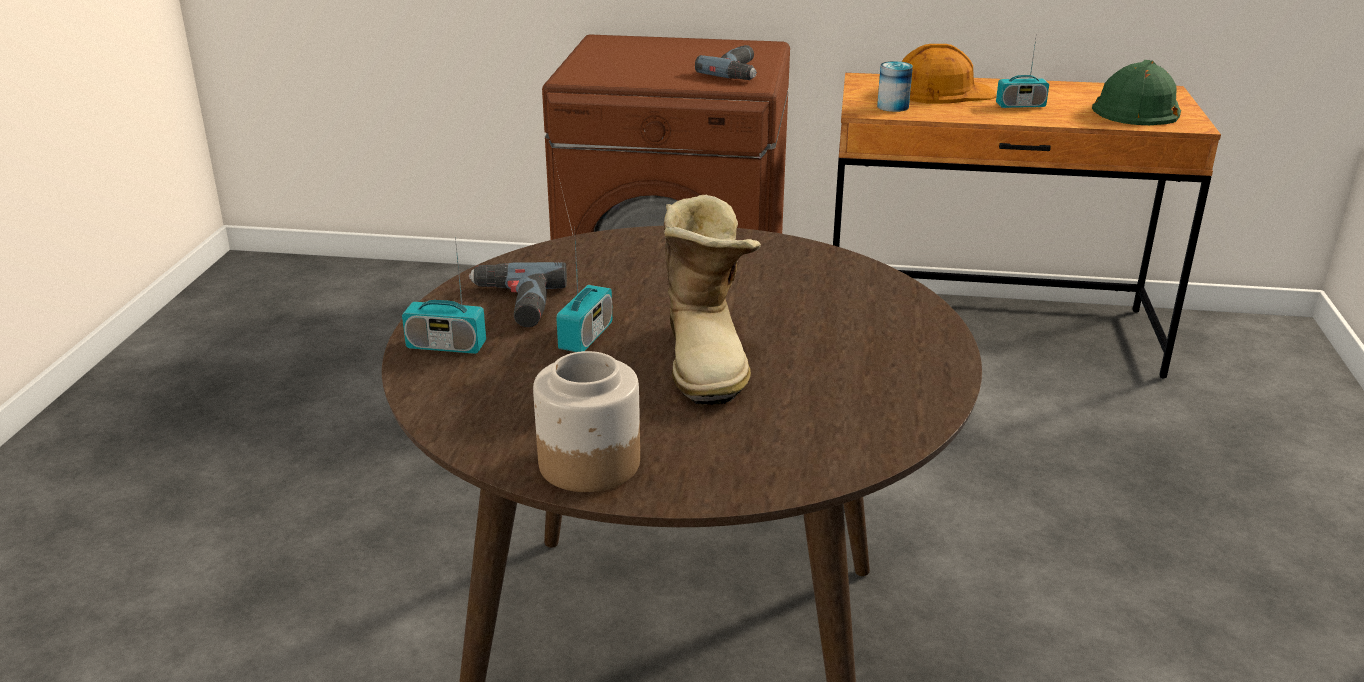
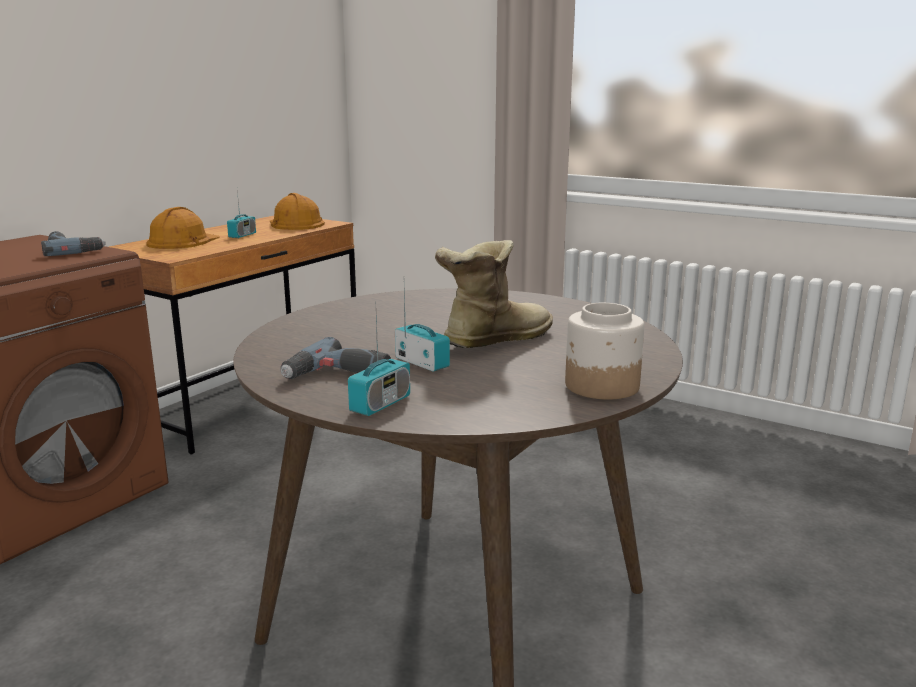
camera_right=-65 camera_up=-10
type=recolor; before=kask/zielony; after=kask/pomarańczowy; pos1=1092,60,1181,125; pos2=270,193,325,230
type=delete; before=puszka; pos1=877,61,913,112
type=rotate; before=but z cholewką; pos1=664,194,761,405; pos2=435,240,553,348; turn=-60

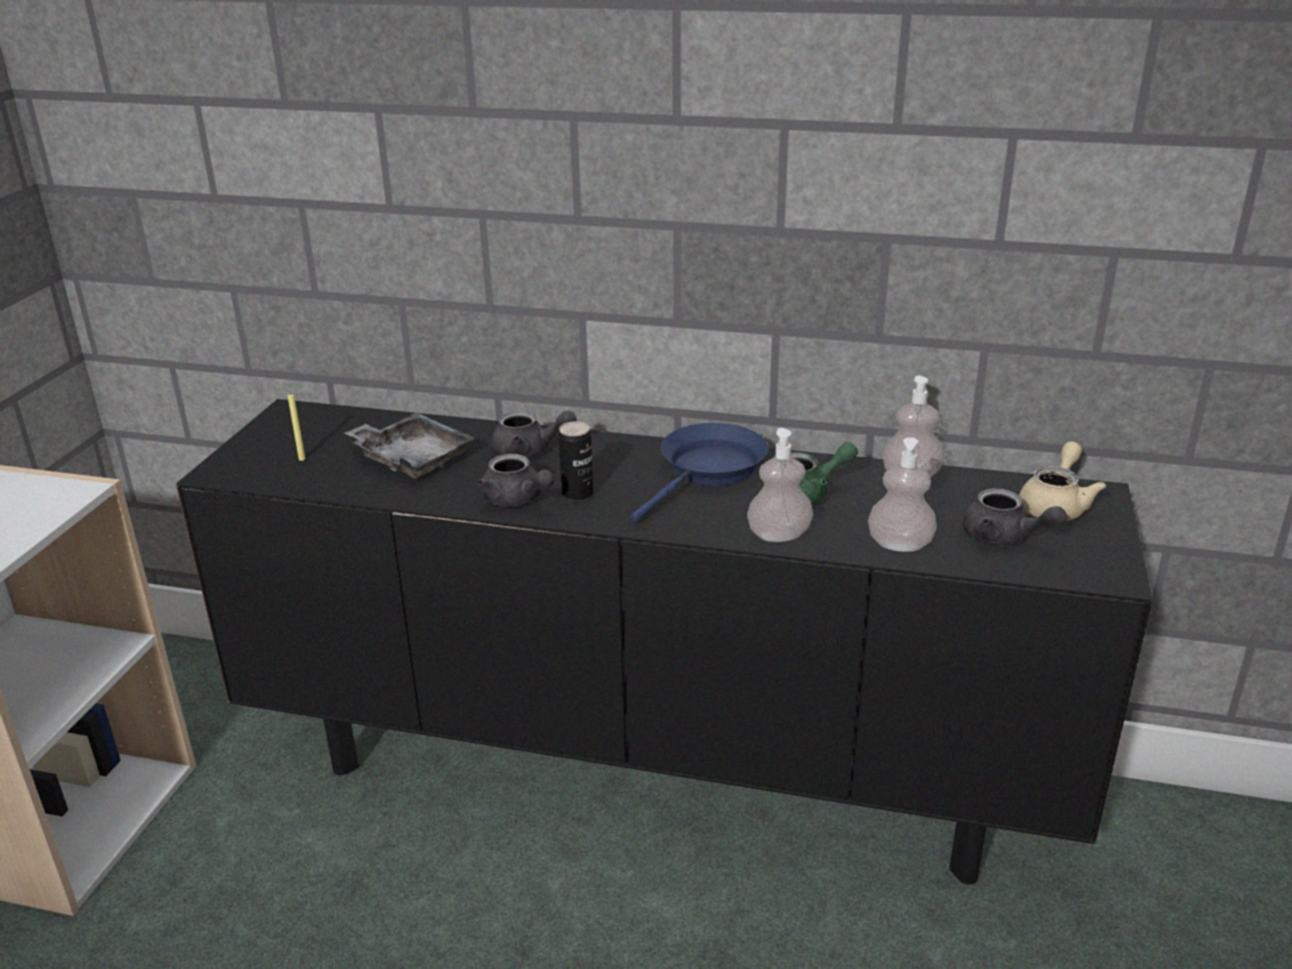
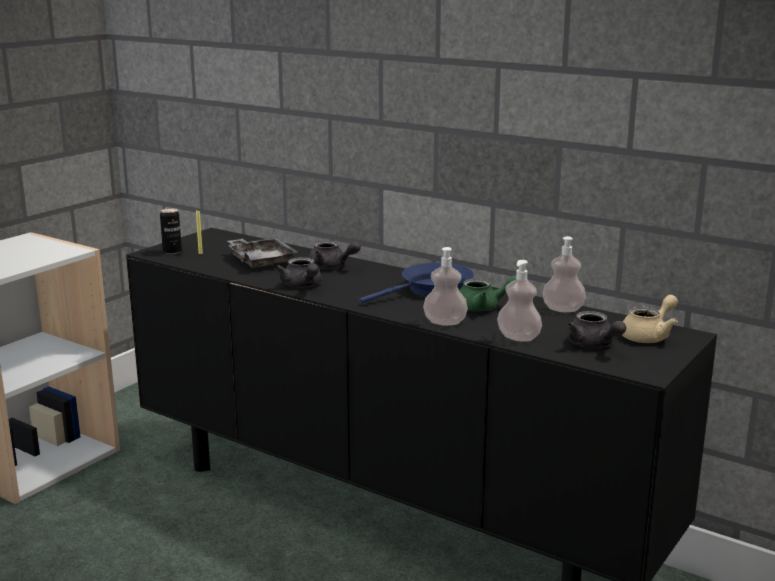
camera_right=20 camera_up=-10
type=move; before=puszka; pos1=558,421,594,501; pos2=160,208,182,254

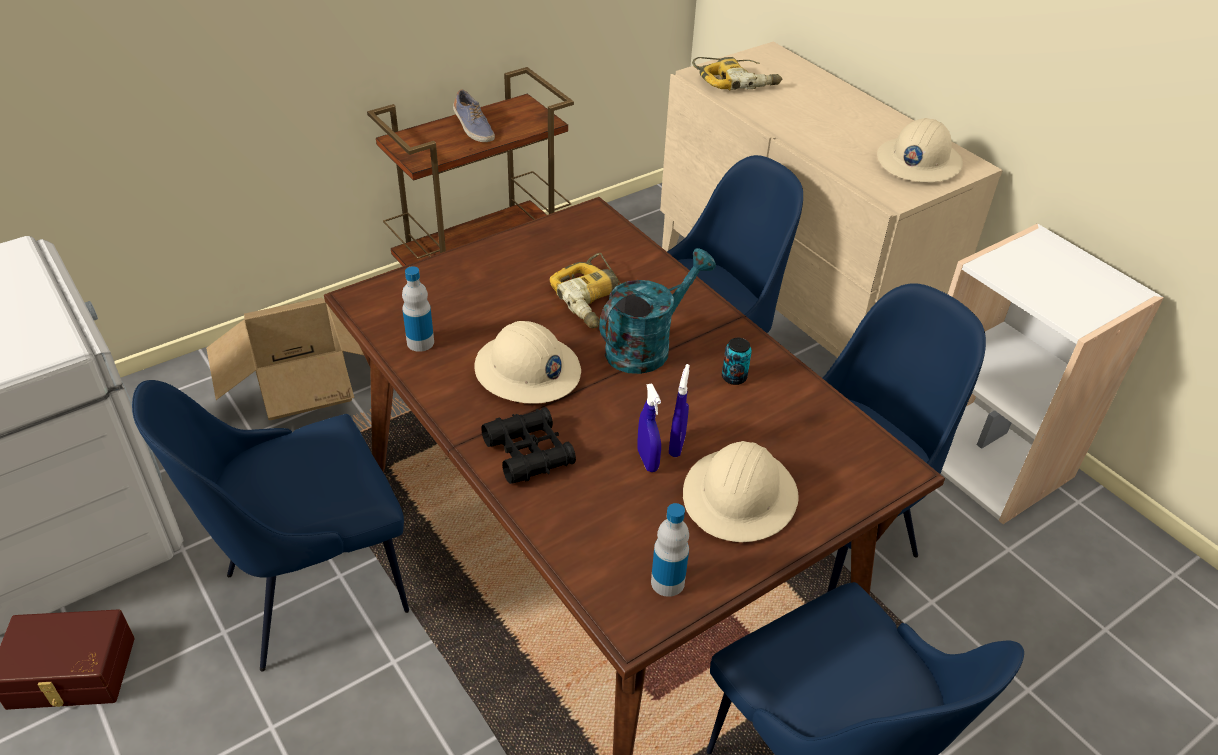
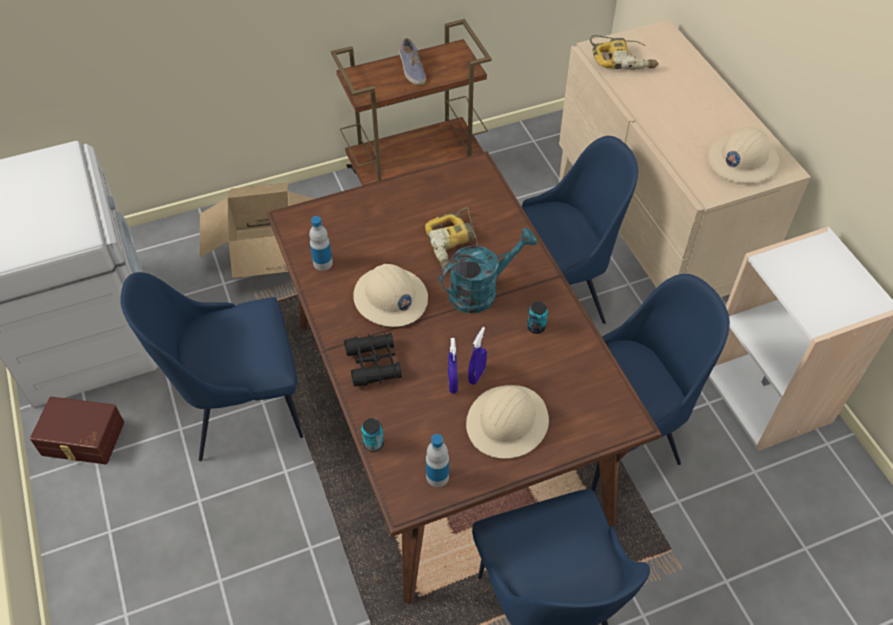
camera_right=15 camera_up=10
type=insert; after=puszka; pos2=361,418,384,452

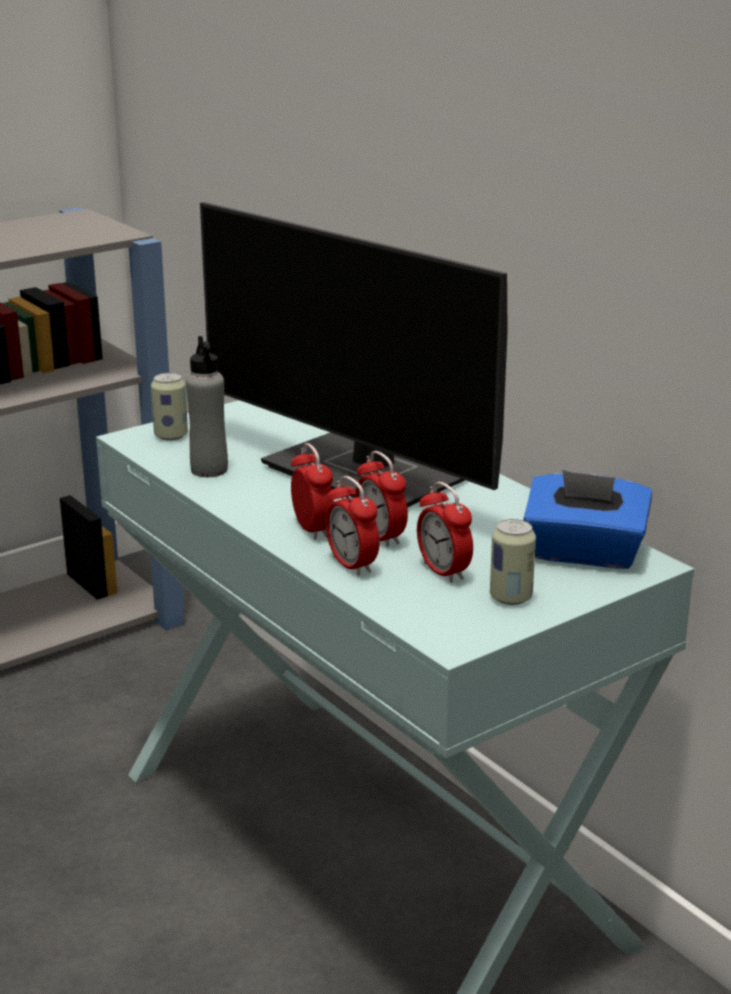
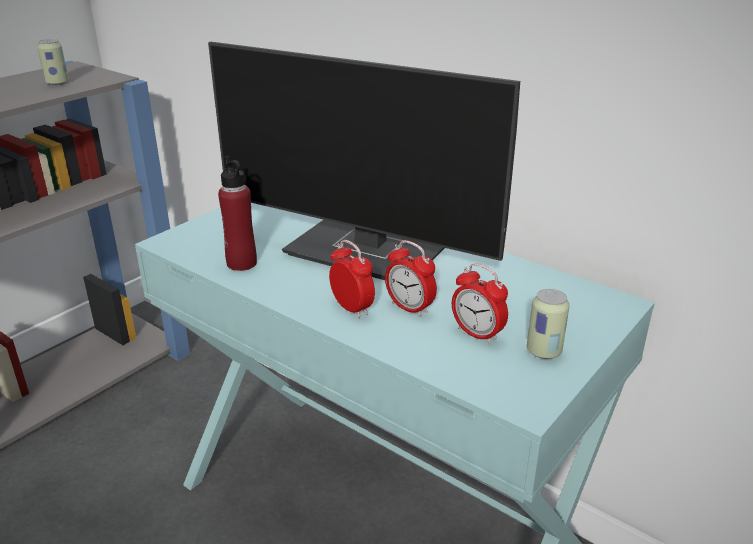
camera_right=-15 camera_up=5
type=recolor; before=butelka/szary; after=butelka/czerwony; pos1=186,336,228,477; pos2=218,156,257,271
type=move; before=puszka; pos1=151,373,188,440; pos2=37,39,69,86
type=delete; before=pudełko chusteczek/niebieski; pos1=523,470,652,569
type=delete; before=budzik; pos1=325,476,379,576

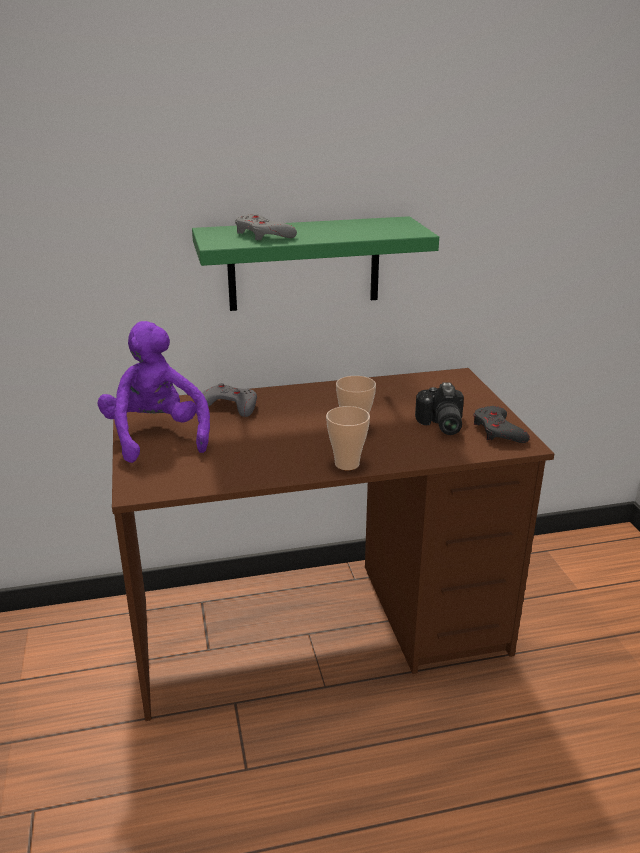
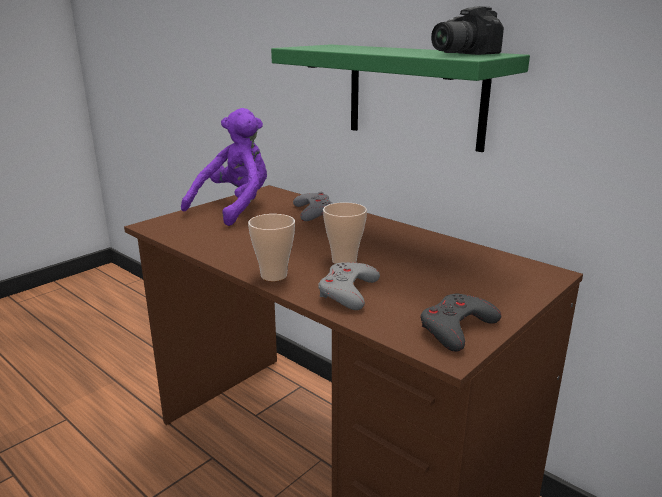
camera_right=55 camera_up=-5
type=move; before=pad do gier/szary; pos1=235,214,297,240; pos2=318,262,380,310
type=move; before=aparat fotograficzny; pos1=415,383,464,435; pos2=431,6,504,55

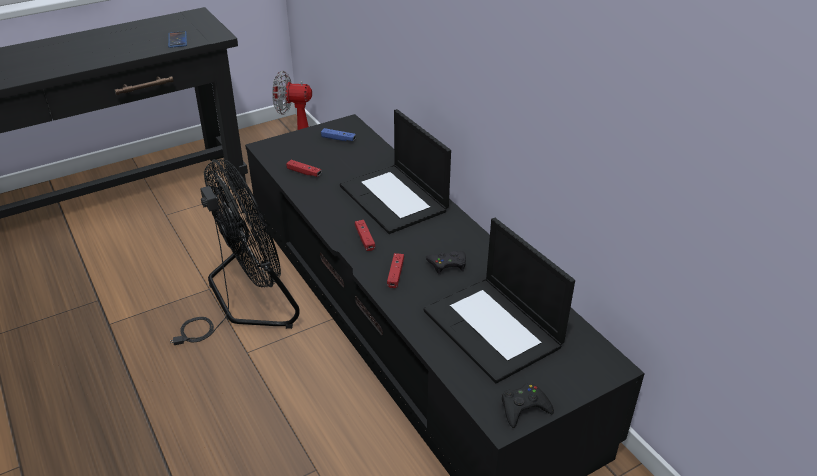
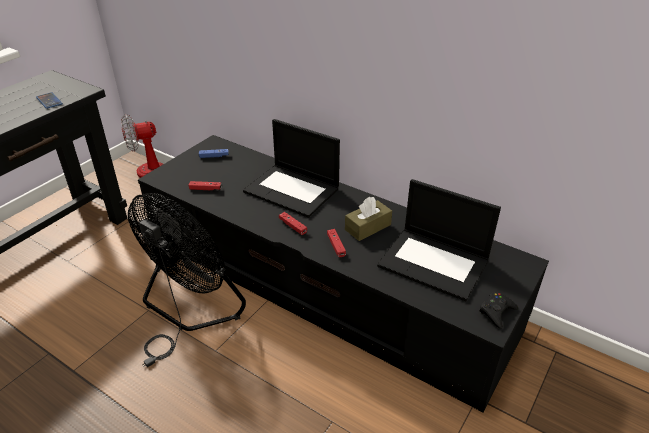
camera_right=-25 camera_up=0
type=replace; before=pad do gier/czarny; after=pudełko chusteczek/brązowy; pos1=426,251,466,274; pos2=345,197,392,241

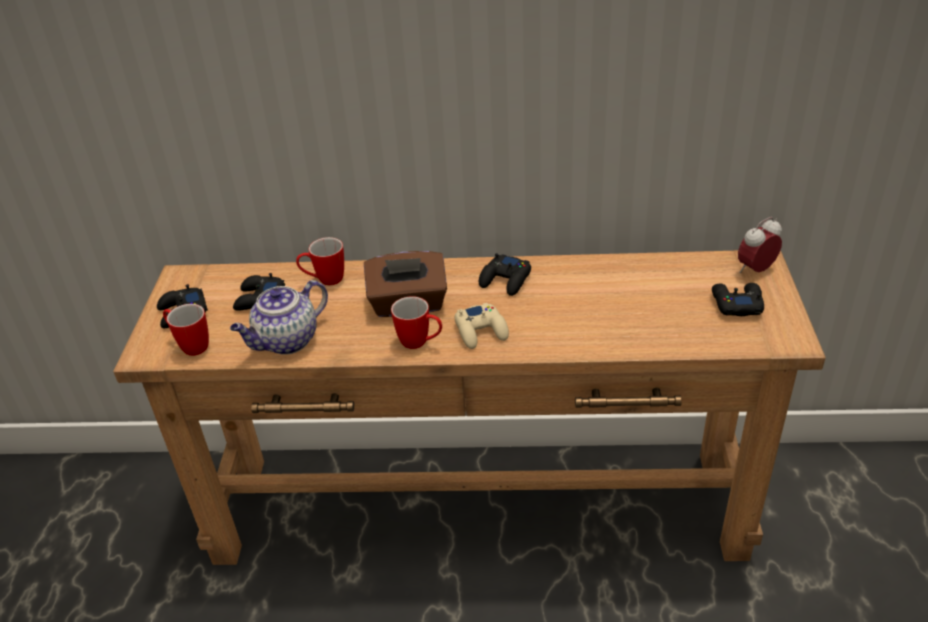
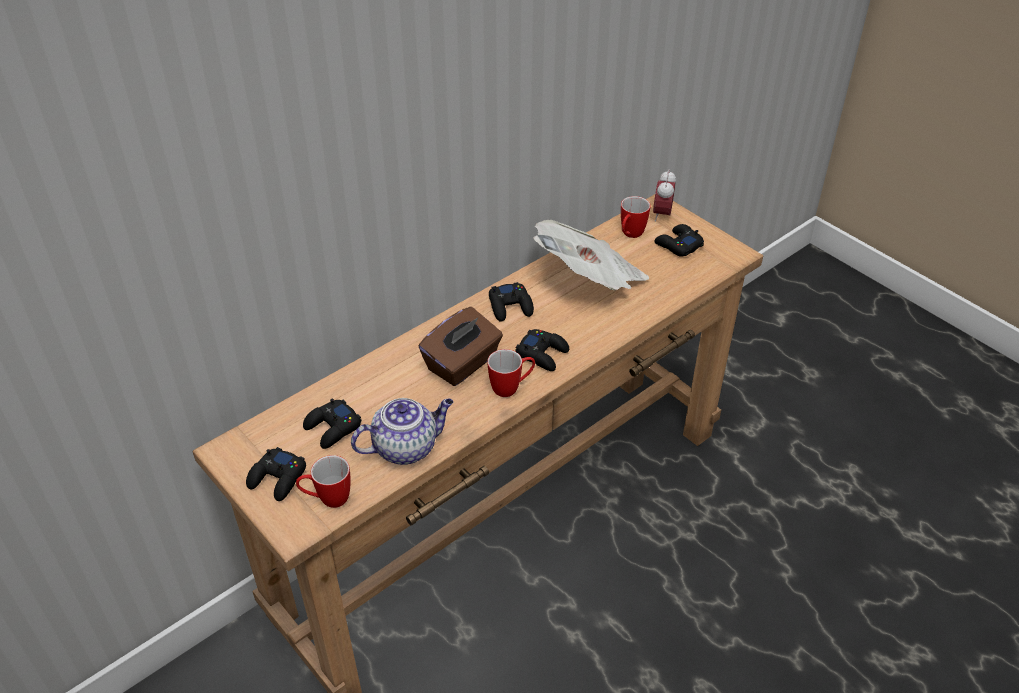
camera_right=-45 camera_up=5
type=move; before=kubek; pos1=296,237,344,285; pos2=621,196,651,238
type=rotate; before=imbryk; pos1=230,280,328,355; pos2=351,398,453,465; turn=-120
type=recolor; before=pad do gier/beżowy; after=pad do gier/czarny; pos1=455,303,509,349; pos2=515,329,569,371
type=insert; after=gazeta; pos2=533,220,649,291

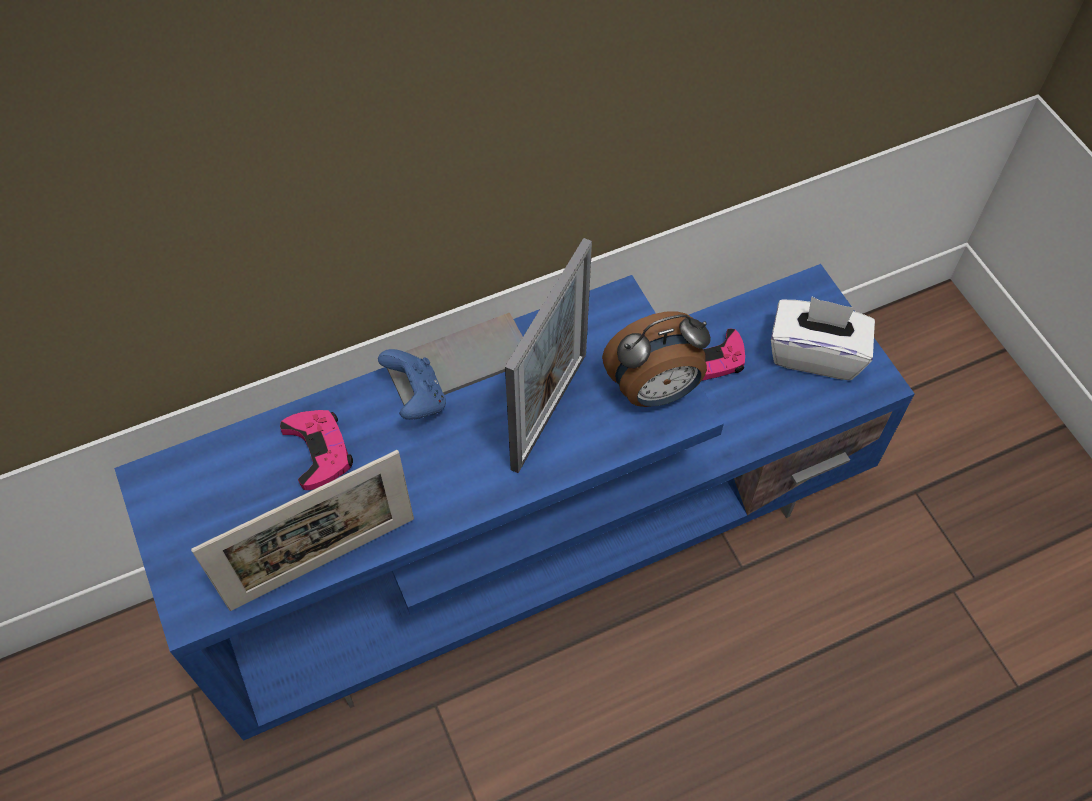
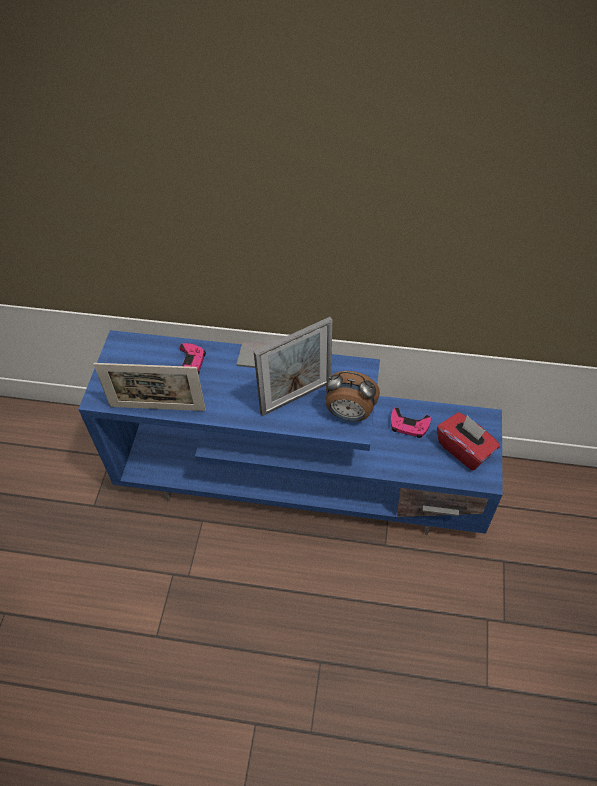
camera_right=35 camera_up=-5
type=recolor; before=pudełko chusteczek/biały; after=pudełko chusteczek/czerwony; pos1=771,296,875,380; pos2=437,412,500,470
type=delete; before=pad do gier/niebieski; pos1=378,349,446,420

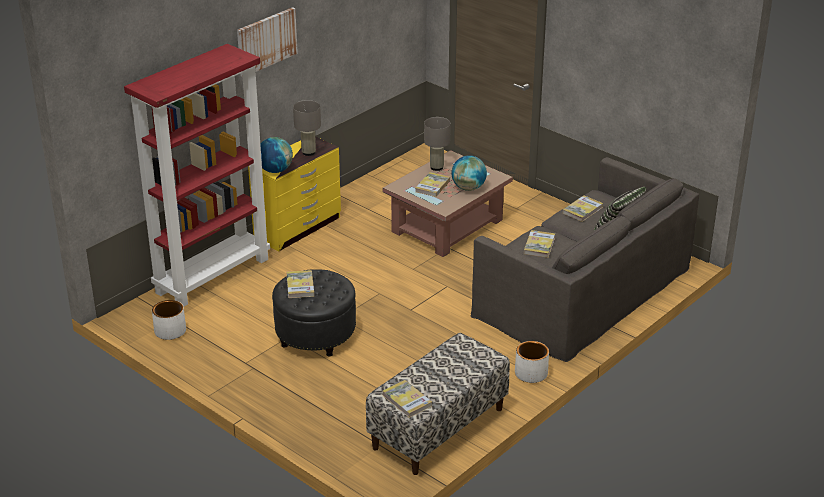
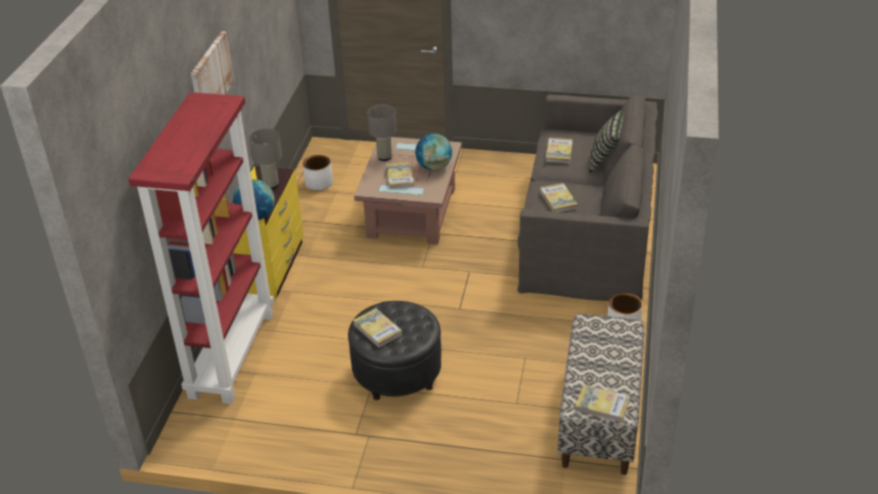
camera_right=-30 camera_up=5
type=move; before=donica/biały; pos1=152,300,186,340; pos2=303,155,333,190

